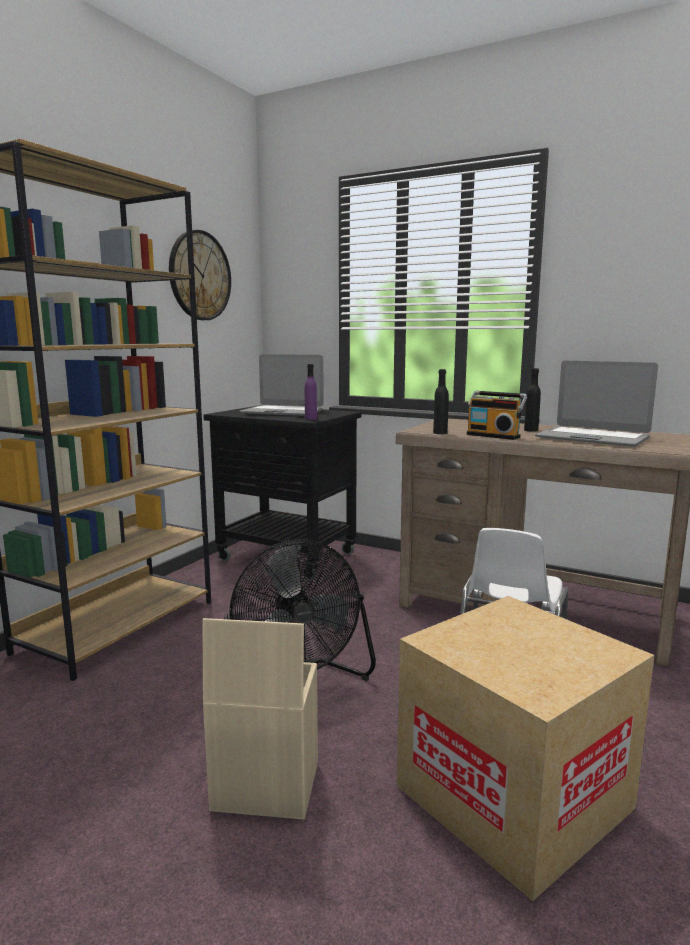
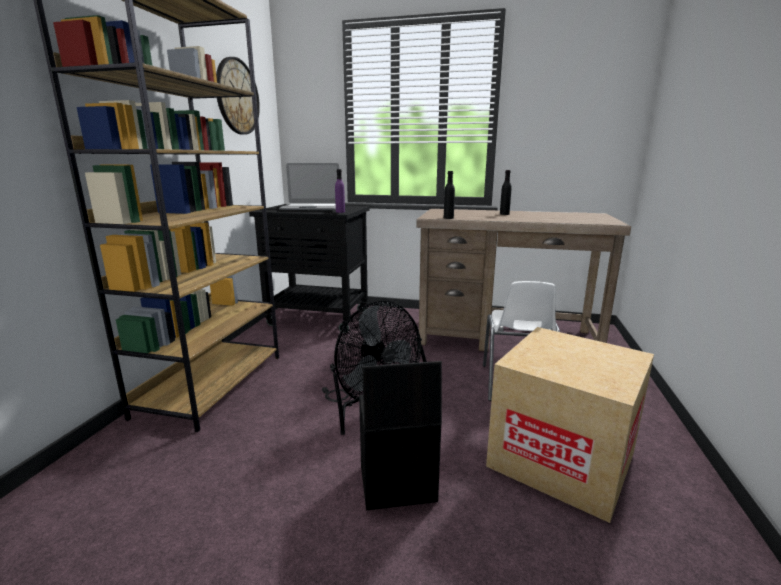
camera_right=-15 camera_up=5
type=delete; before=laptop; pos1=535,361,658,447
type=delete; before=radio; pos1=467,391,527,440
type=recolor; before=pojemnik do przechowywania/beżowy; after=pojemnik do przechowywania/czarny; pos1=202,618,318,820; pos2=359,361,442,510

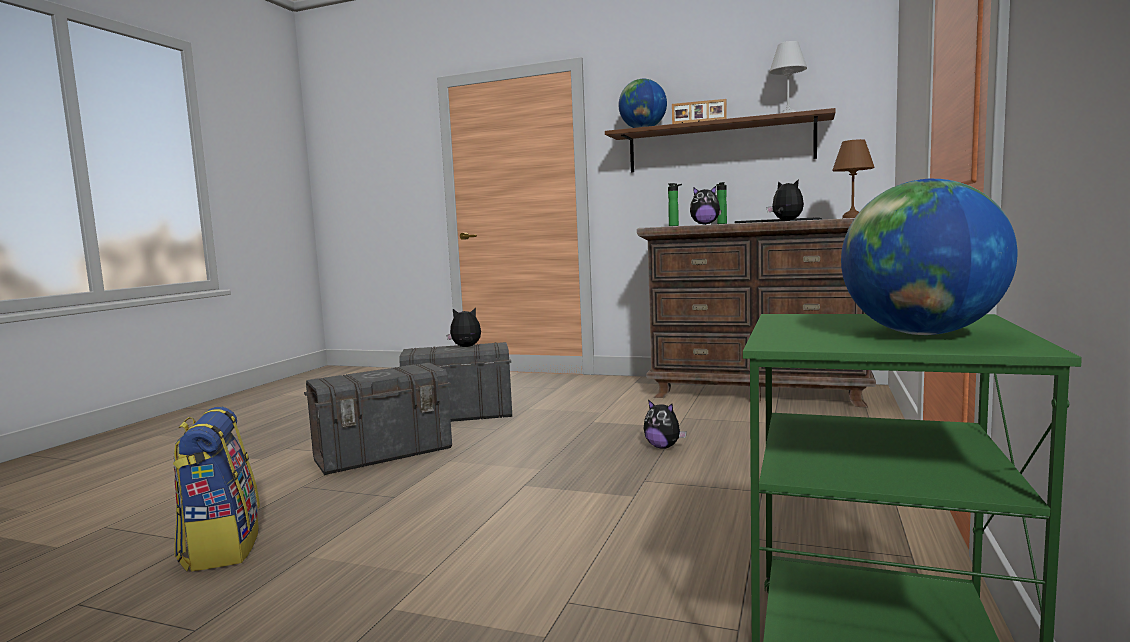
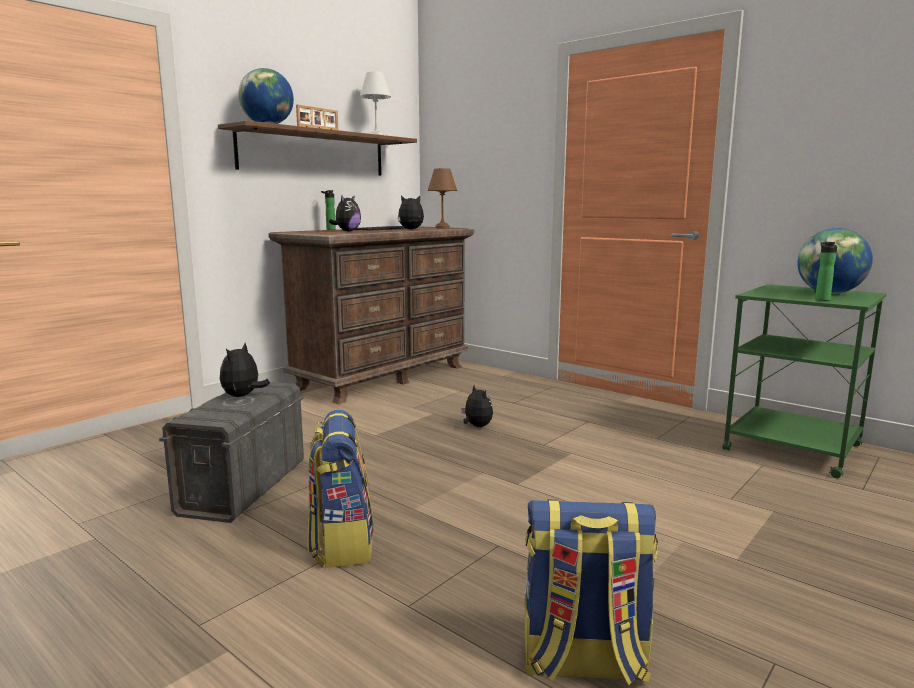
camera_right=-70 camera_up=5
type=move; before=butelka; pos1=668,183,682,226; pos2=815,242,837,301
type=replace; before=pojemnik do przechowywania/szary; after=plecak; pos1=304,363,452,475; pos2=307,410,374,568
type=rotate; before=pluszak; pos1=643,400,687,449; pos2=461,385,493,427; turn=-90

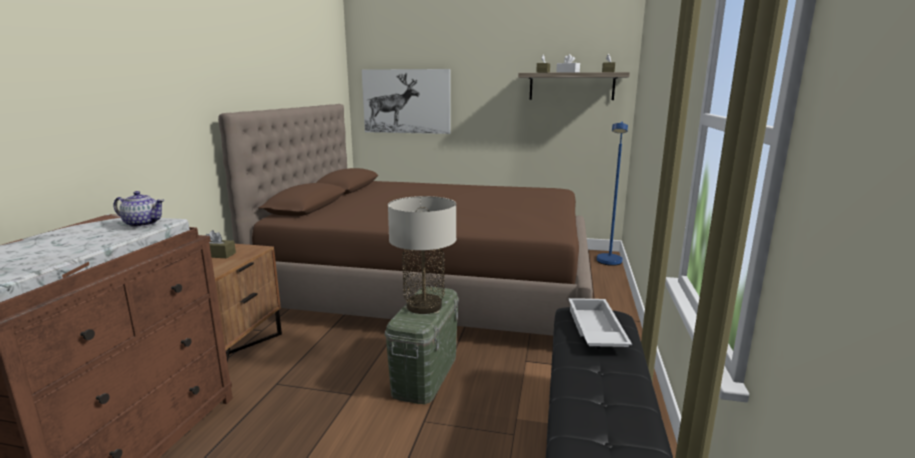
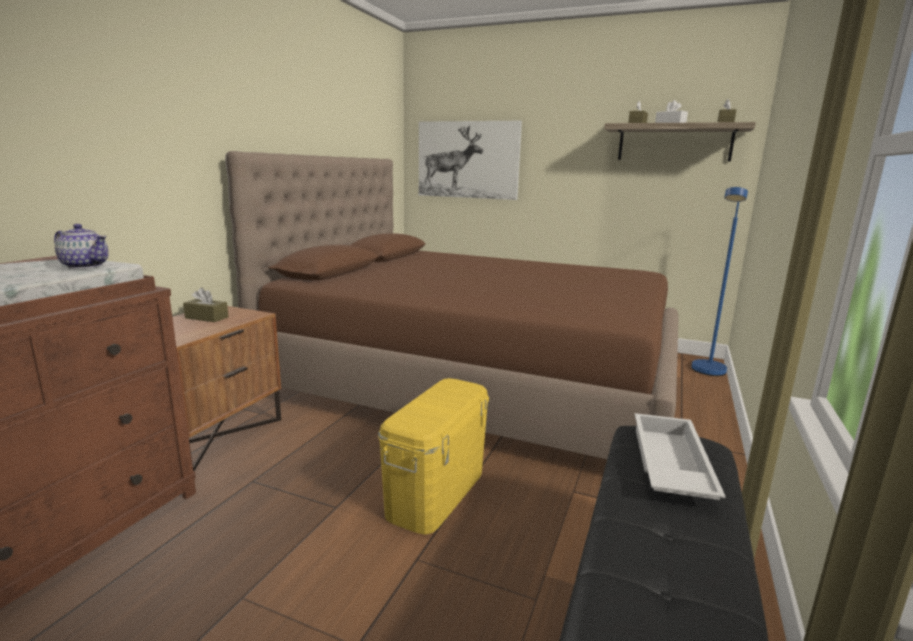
camera_right=10 camera_up=0
type=delete; before=lampa stołowa; pos1=388,196,457,314
type=recolor; before=pojemnik do przechowywania/zielony; after=pojemnik do przechowywania/żółty; pos1=385,286,459,404; pos2=378,378,489,535

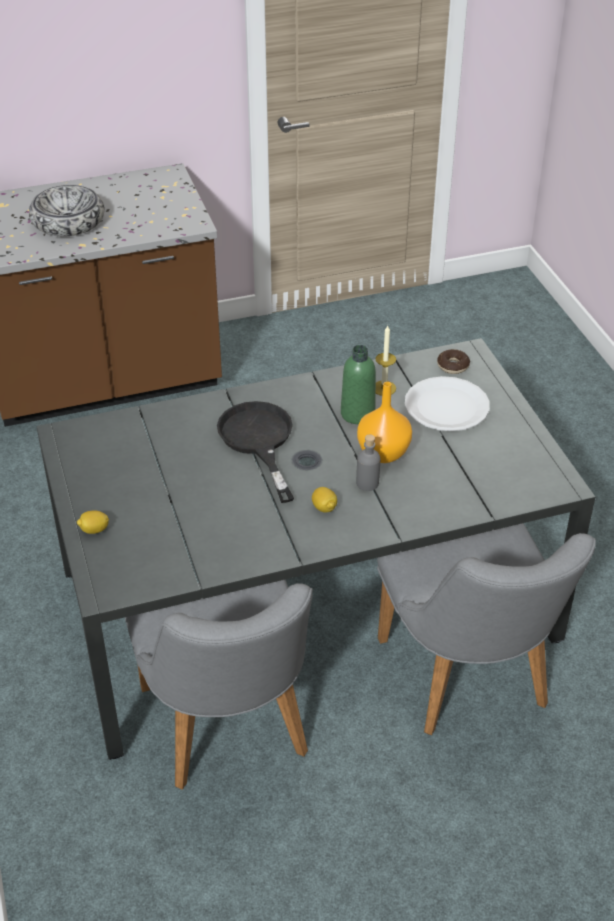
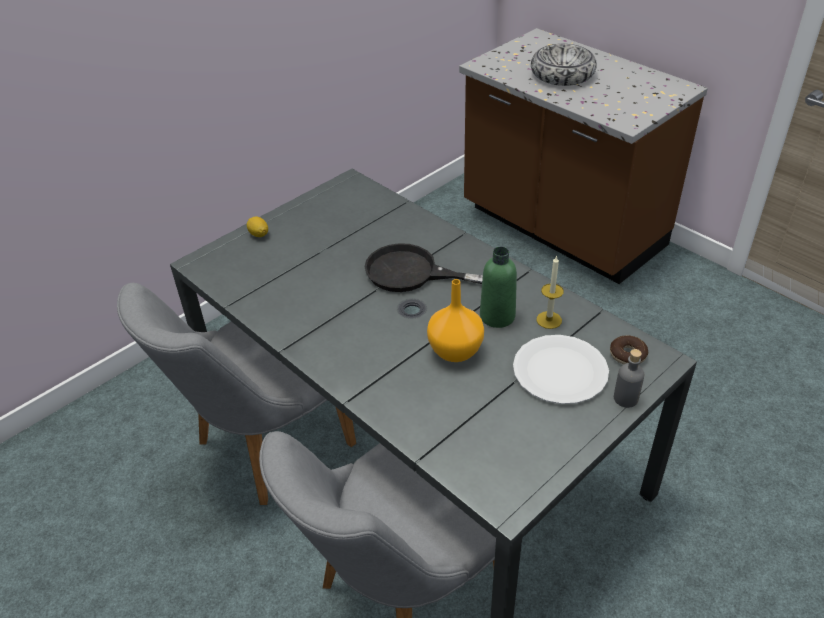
camera_right=65 camera_up=0
type=rotate; before=patelnia/czarny; pos1=217,401,294,503; pos2=365,243,483,292; turn=-120
type=move; before=butelka/szary; pos1=356,434,380,491; pos2=614,349,644,408
type=delete; before=cytryna; pos1=312,487,337,513

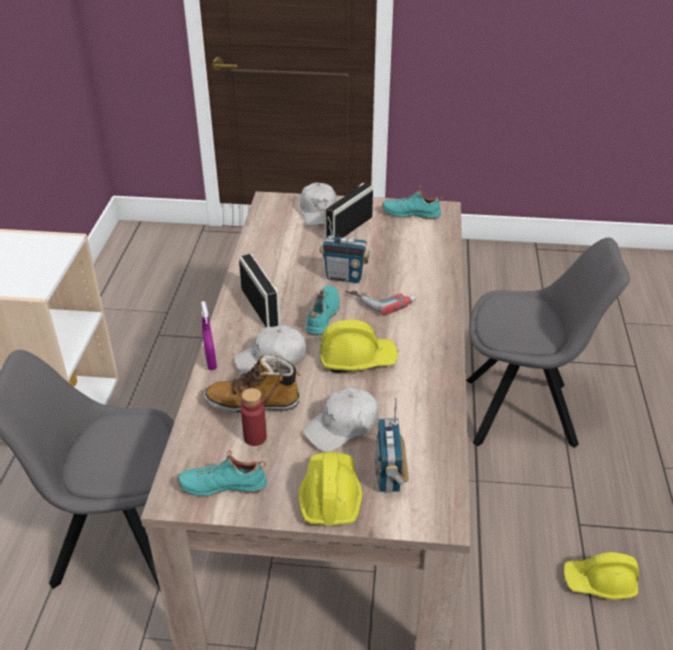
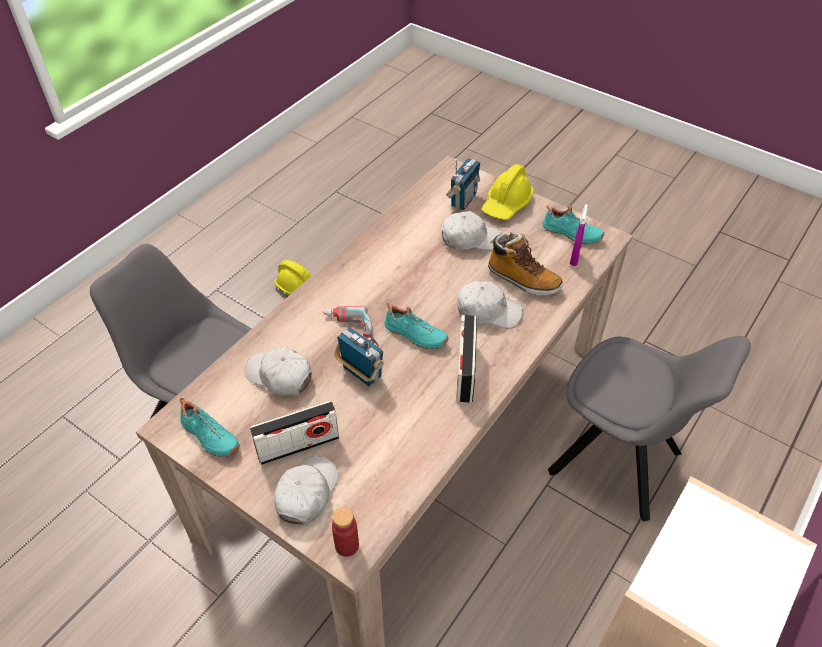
camera_right=-150 camera_up=10
type=rotate; before=but/turkusowy; pos1=306,285,340,335; pos2=384,303,448,349; turn=-105
type=move; before=spryskiwacz/fioletowy; pos1=201,301,217,370; pos2=570,204,587,266
type=delete; before=kask/żółty; pos1=320,320,398,373
type=move; before=butelka/czerwony; pos1=241,388,267,446; pos2=332,507,359,557
type=insert; after=czapka z daszkiem/biały; pos2=244,347,312,396

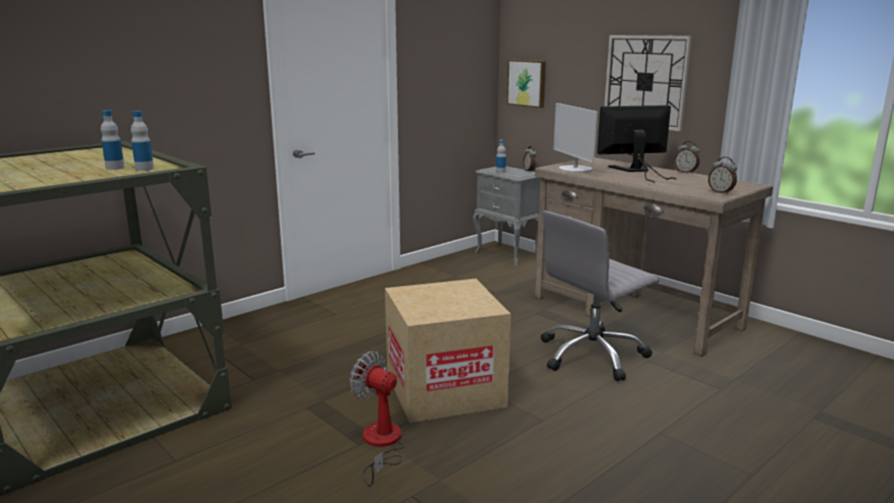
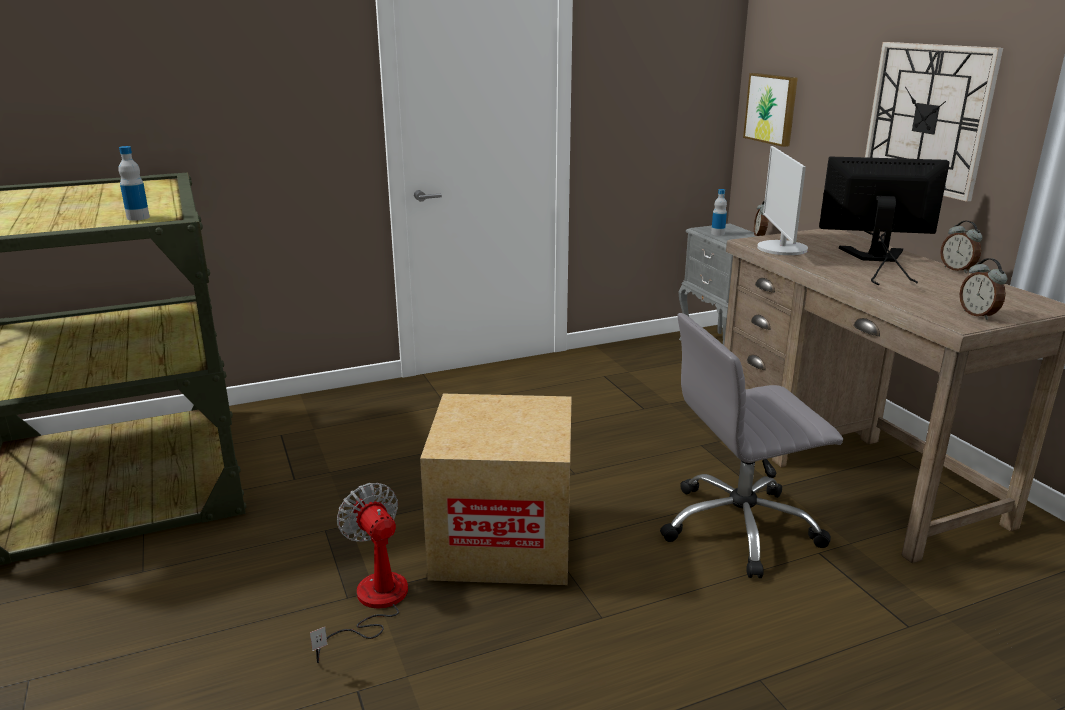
camera_right=20 camera_up=5
type=delete; before=butelka; pos1=101,110,125,170

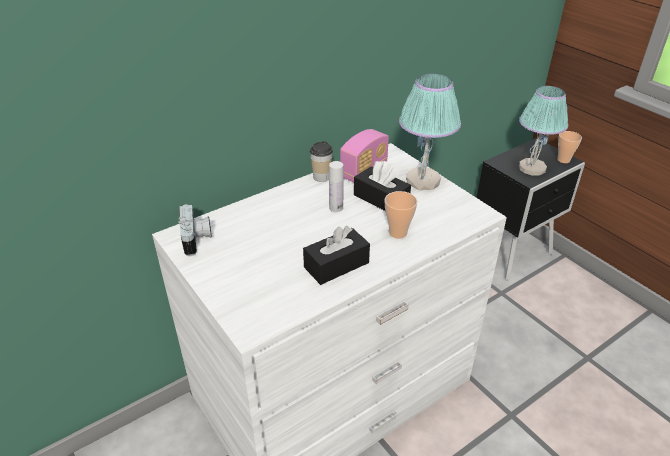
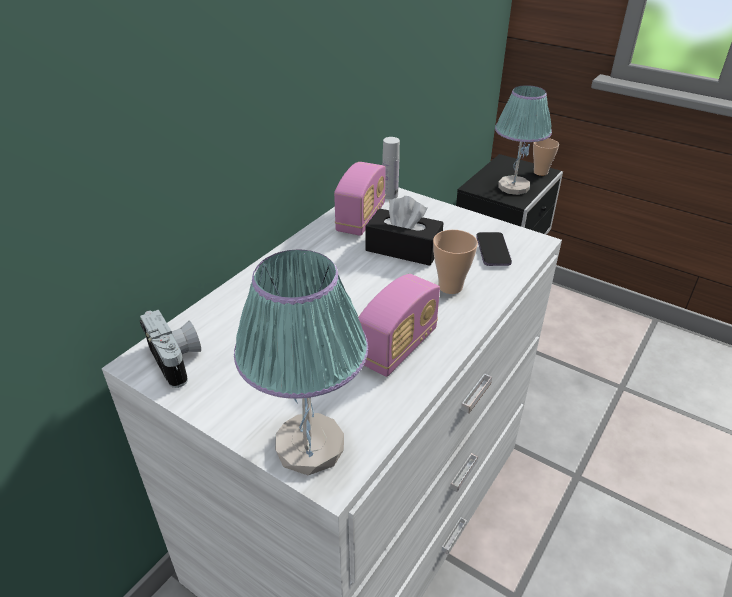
camera_right=-20 camera_up=0
type=move; before=lampa stołowa; pos1=399,74,461,190; pos2=234,250,368,475
type=delete; before=filiżanka; pos1=310,141,333,182
type=move; before=butelka/biały; pos1=329,161,344,212; pos2=382,137,400,200
type=replace; before=pudełko chusteczek/czarny; after=radio; pos1=303,226,370,285; pos2=358,274,440,377
type=insert; after=telefon; pos2=476,232,512,266

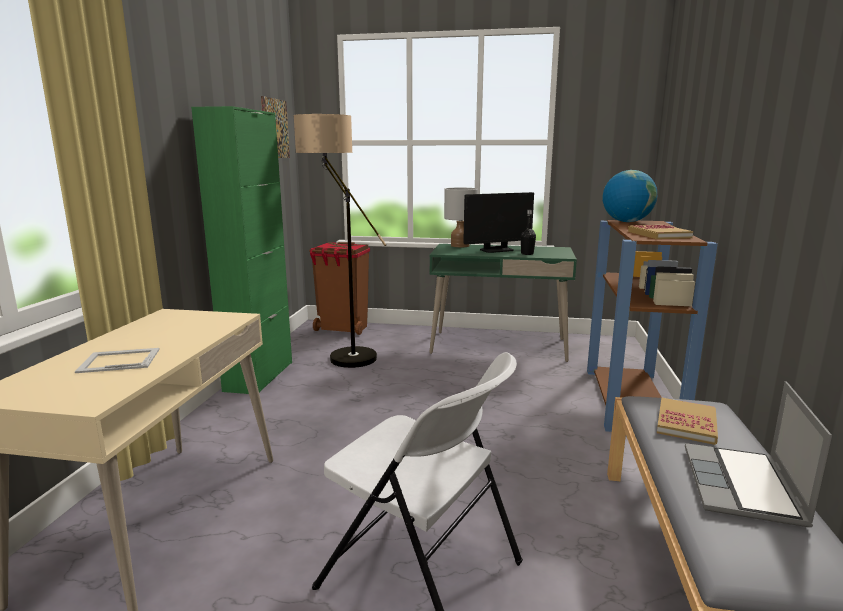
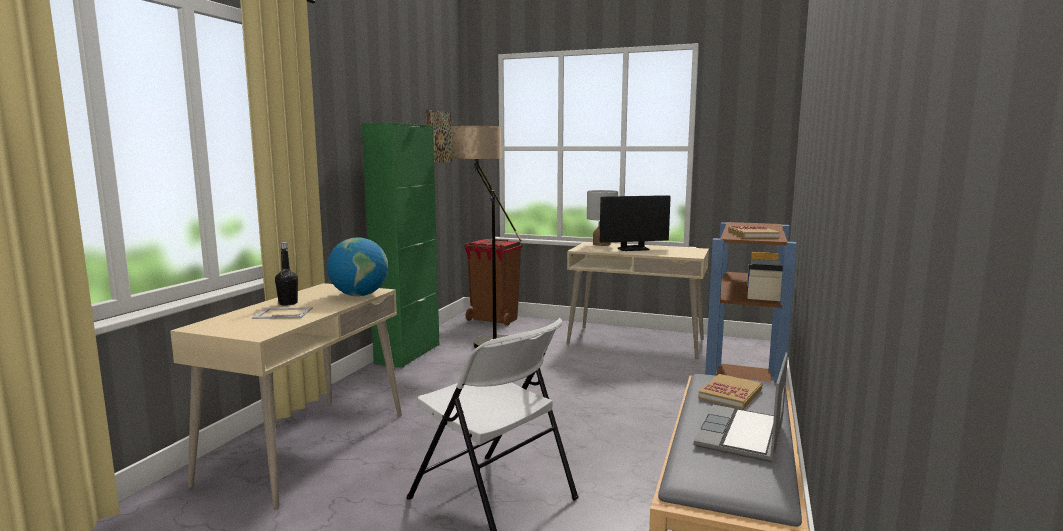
camera_right=10 camera_up=-5
type=move; before=globus; pos1=602,170,657,222; pos2=327,237,388,296
type=move; before=butelka/czarny; pos1=521,210,536,255; pos2=275,242,298,306
type=recolor; before=biurko/zielony; after=biurko/beżowy; pos1=430,244,577,362; pos2=567,242,709,359

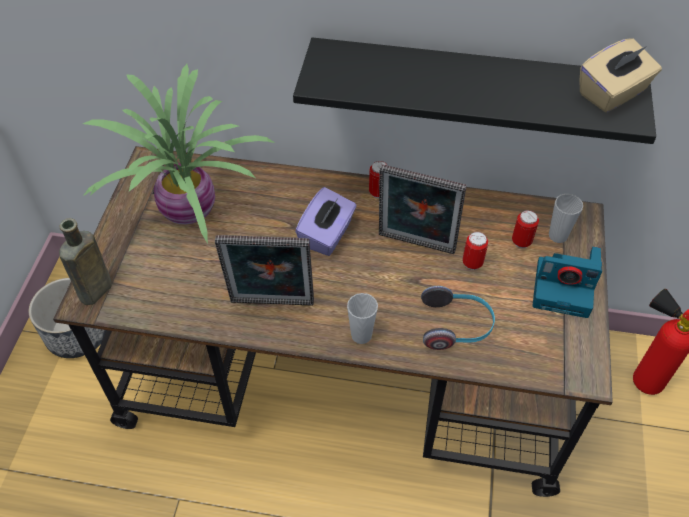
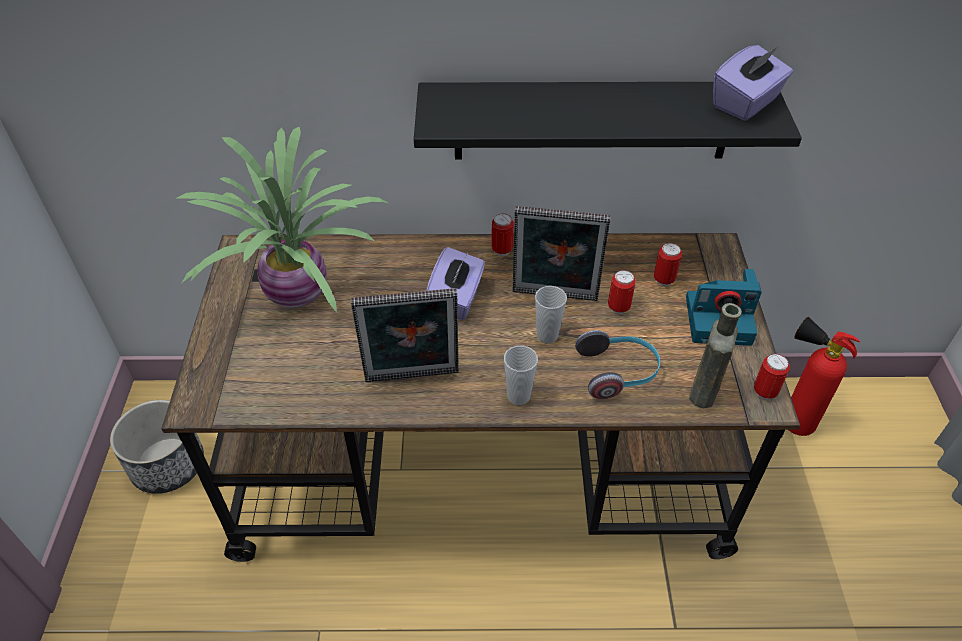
camera_right=-10 camera_up=-5
type=recolor; before=pudełko chusteczek/beżowy; after=pudełko chusteczek/fioletowy; pos1=579,38,662,112; pos2=713,45,793,121
type=move; before=filiżanka; pos1=549,194,583,243; pos2=535,286,567,344
type=move; before=butelka/brązowy; pos1=59,218,112,305; pos2=689,303,742,408
type=insert; after=puszka; pos2=754,354,790,400

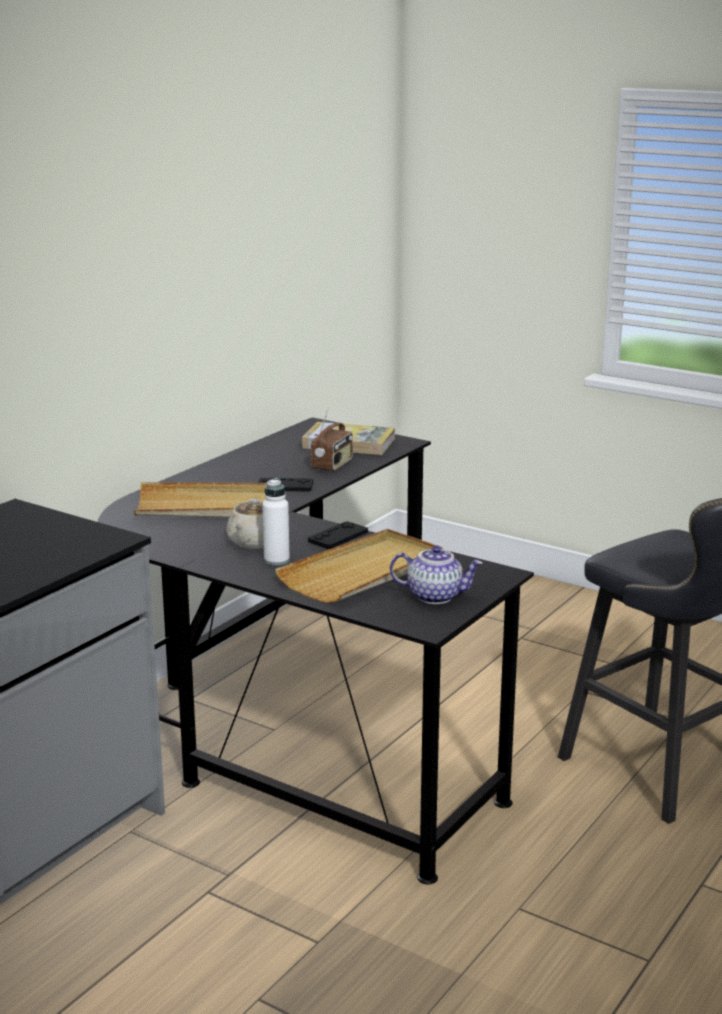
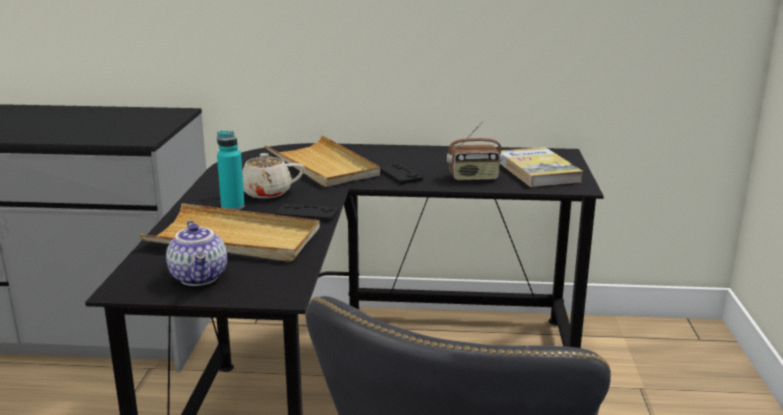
camera_right=60 camera_up=0
type=recolor; before=butelka/biały; after=butelka/turkusowy; pos1=262,478,290,565; pos2=217,131,245,210

